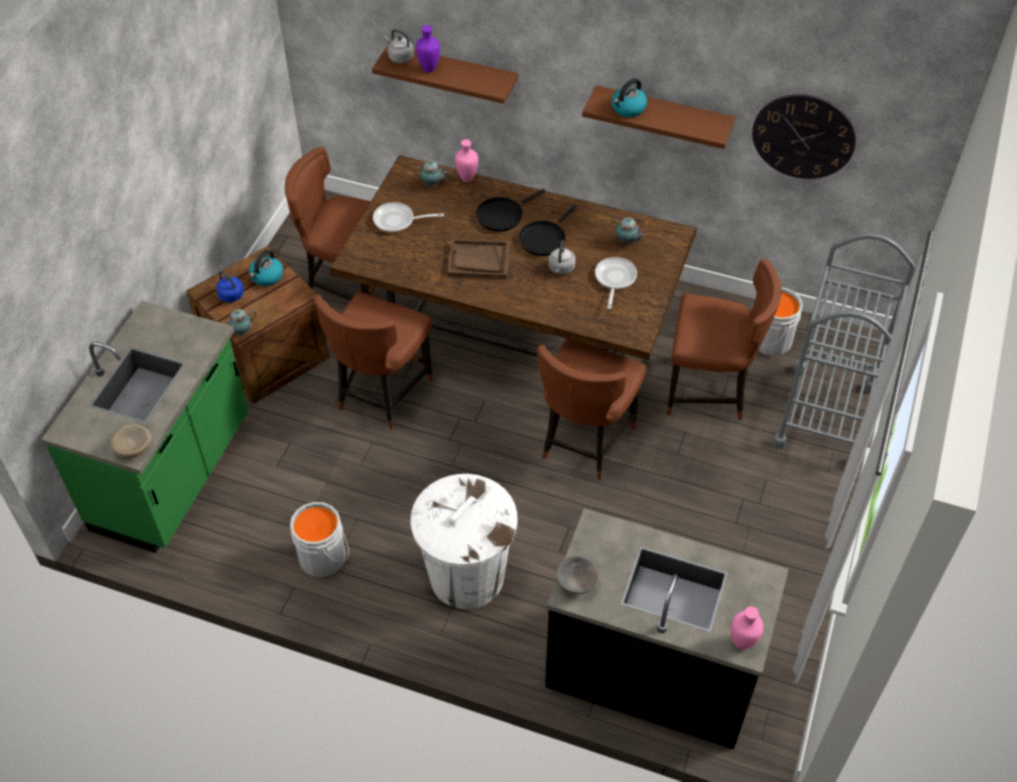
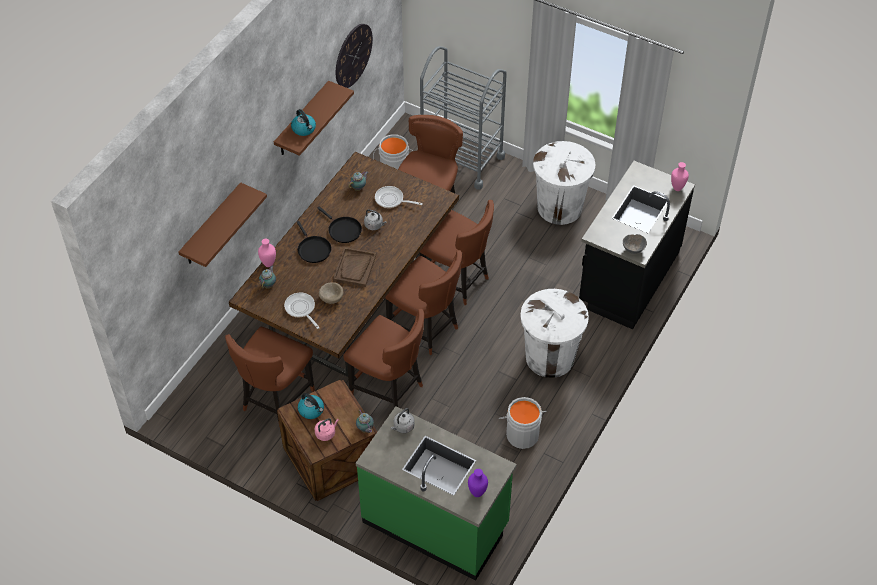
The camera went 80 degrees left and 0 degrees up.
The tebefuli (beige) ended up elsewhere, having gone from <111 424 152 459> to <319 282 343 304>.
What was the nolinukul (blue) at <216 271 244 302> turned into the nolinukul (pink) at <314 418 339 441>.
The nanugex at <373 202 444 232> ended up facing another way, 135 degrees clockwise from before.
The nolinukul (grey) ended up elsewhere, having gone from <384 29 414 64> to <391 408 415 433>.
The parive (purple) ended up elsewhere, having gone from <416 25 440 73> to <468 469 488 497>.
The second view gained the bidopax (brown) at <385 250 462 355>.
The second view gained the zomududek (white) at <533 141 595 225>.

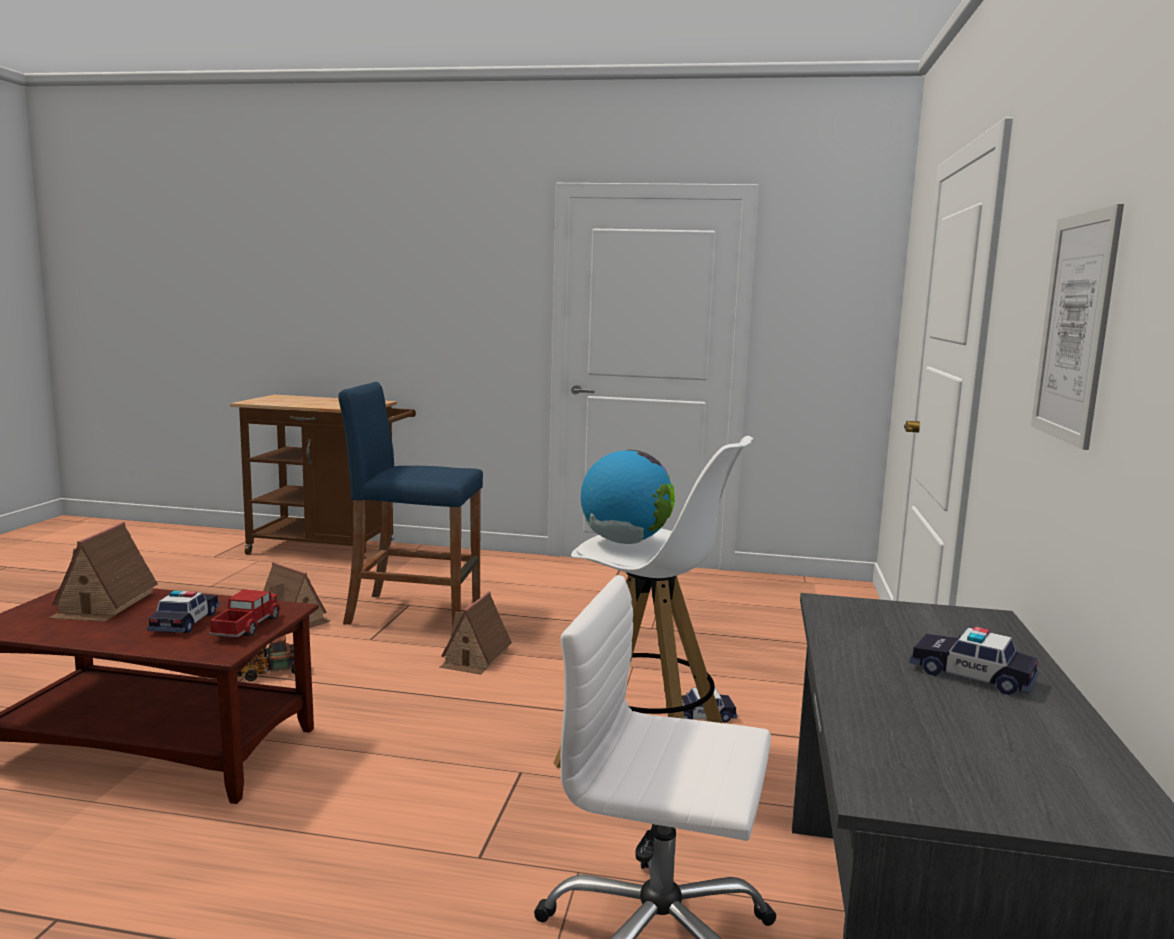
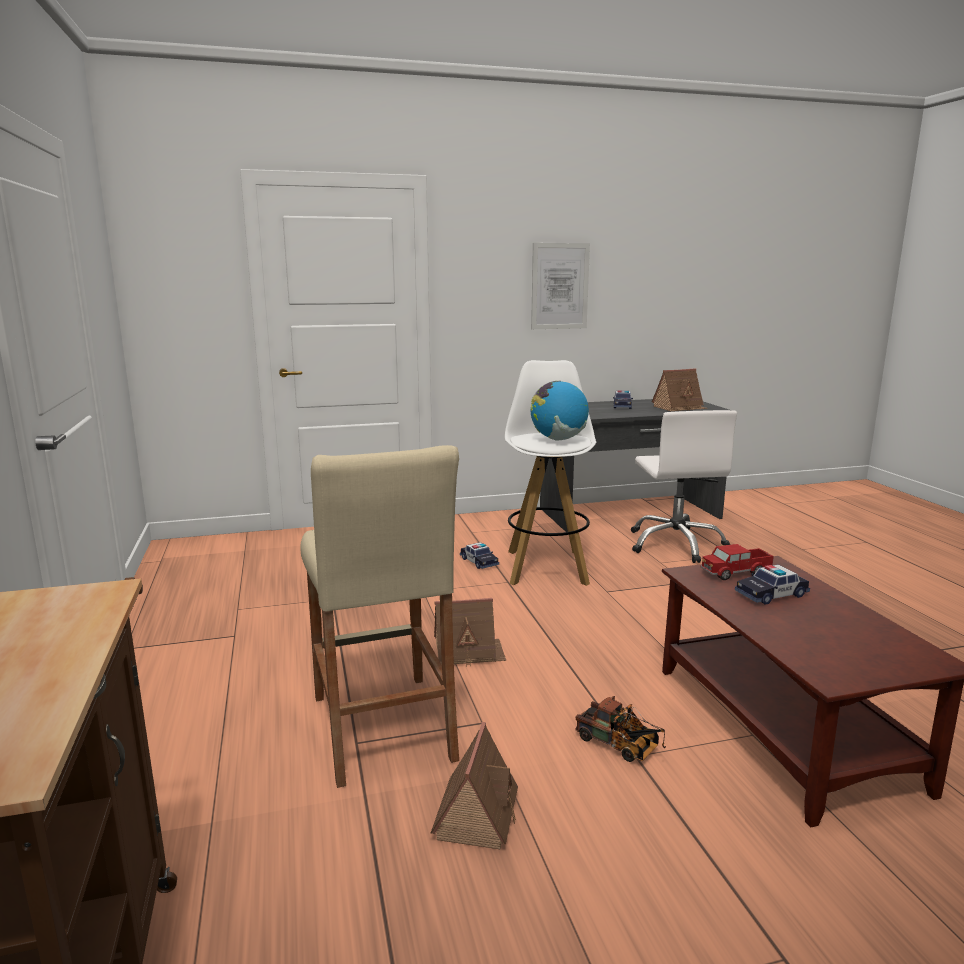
The camera went 115 degrees left and 5 degrees up.
The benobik ended up elsewhere, having gone from <49 522 158 622> to <652 368 707 412>.
What was the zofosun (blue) at <338 382 483 628> turned into the zofosun (beige) at <300 445 459 788>.

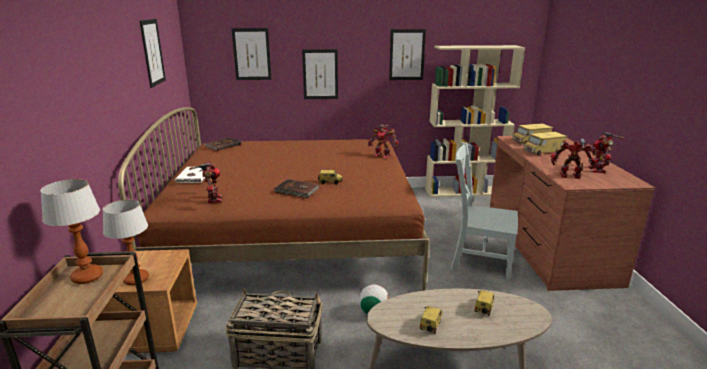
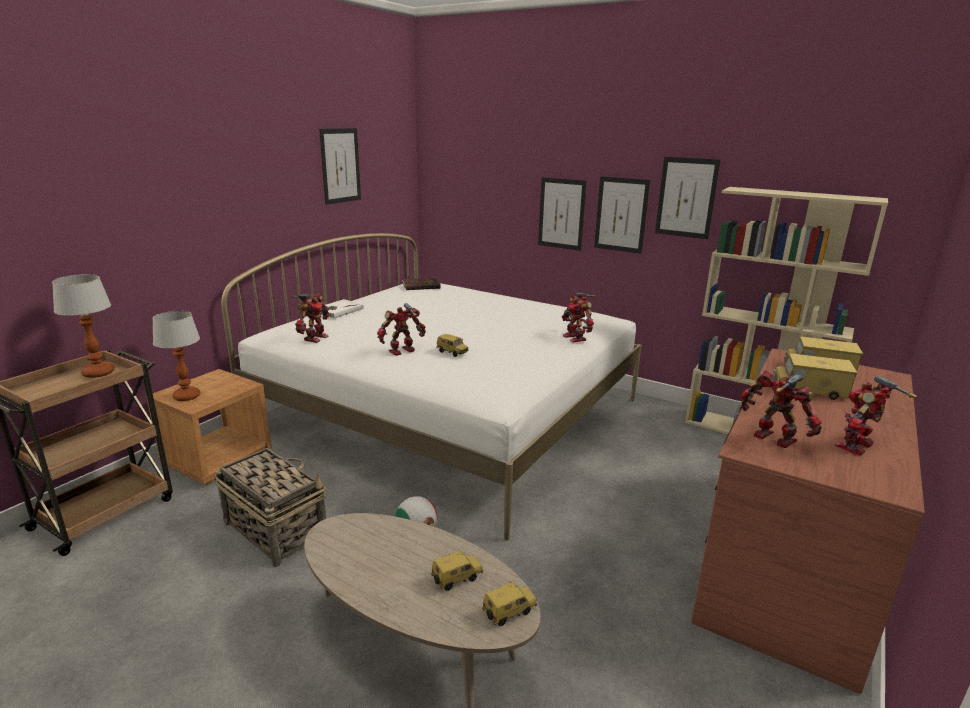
The camera went 35 degrees right and 0 degrees up.
What was the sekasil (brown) at <118 107 430 291> turned into the sekasil (white) at <221 233 642 541>.
The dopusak ended up elsewhere, having gone from <232 28 271 80> to <594 176 650 254>.
Where the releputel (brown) stood at <274 179 319 198>, the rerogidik came to stand at <377 303 426 356>.
The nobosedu ended up elsewhere, having gone from <419 306 443 334> to <482 582 537 626>.
The second view lost the bidopax (grey) at <451 142 518 280>.

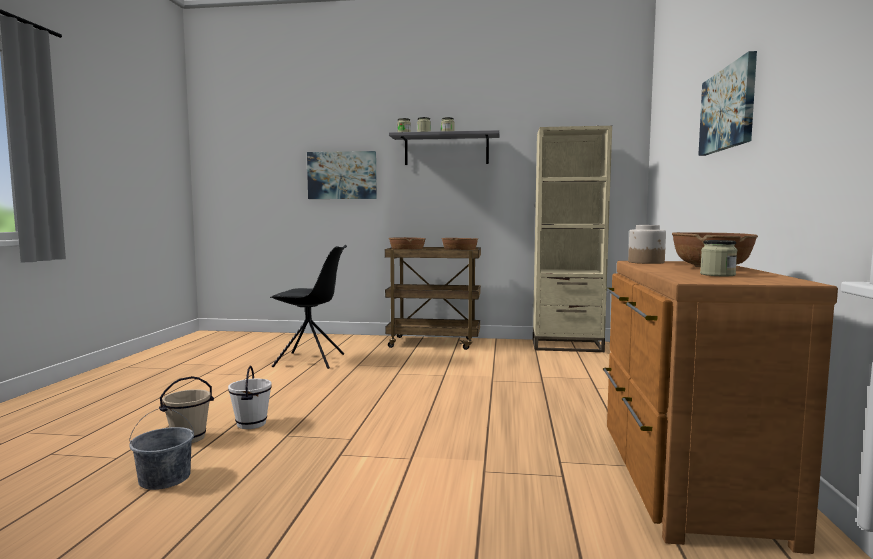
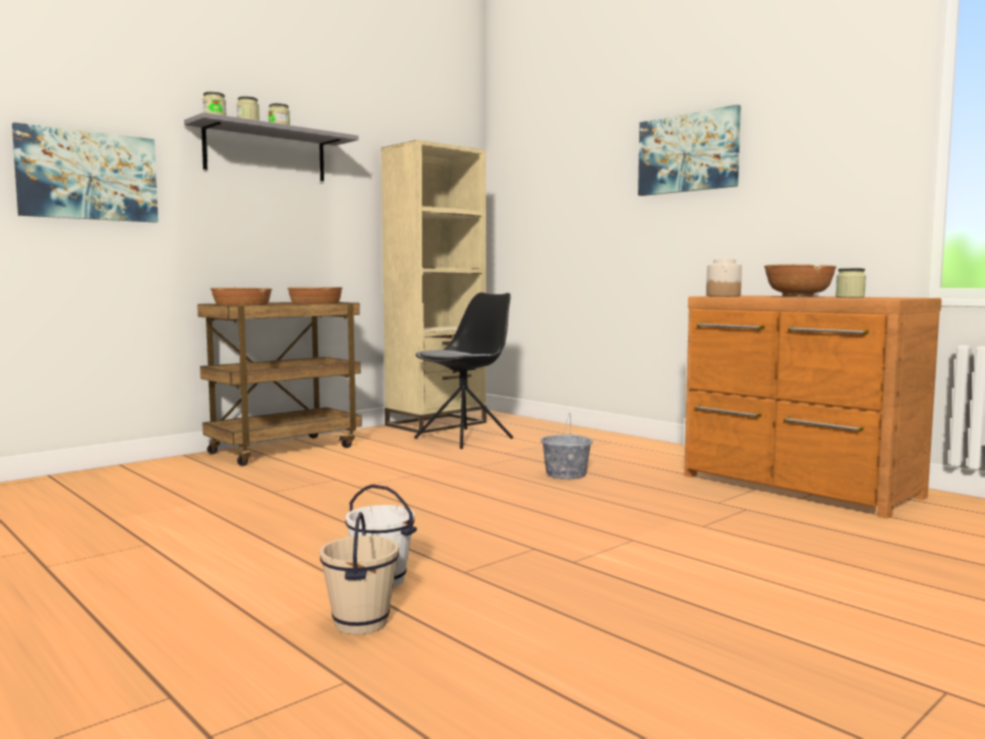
The camera went 50 degrees left and 0 degrees up.
The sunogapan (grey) ended up elsewhere, having gone from <129 408 194 490> to <541 415 593 479>.
The bidopax (black) ended up elsewhere, having gone from <270 245 347 369> to <414 292 513 449>.

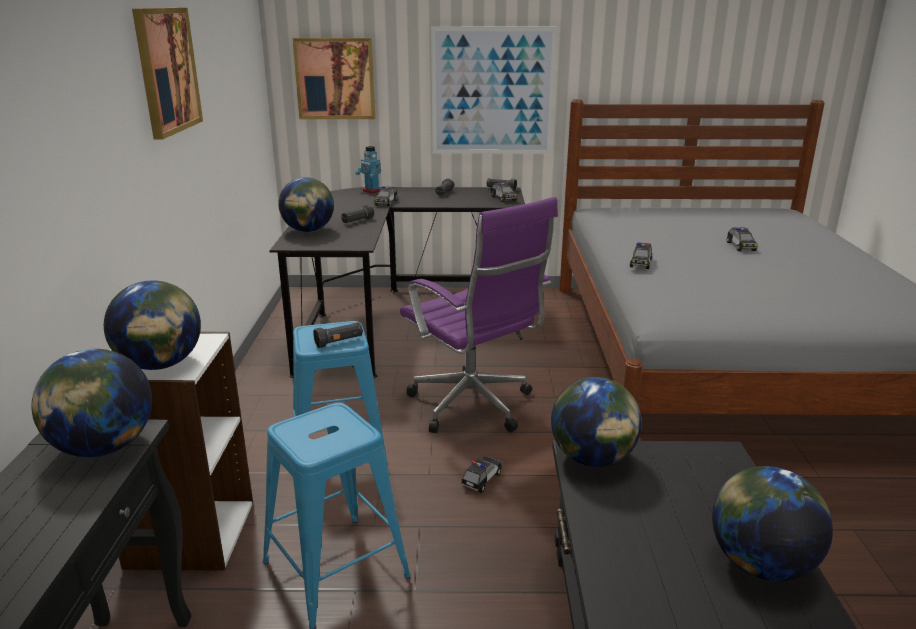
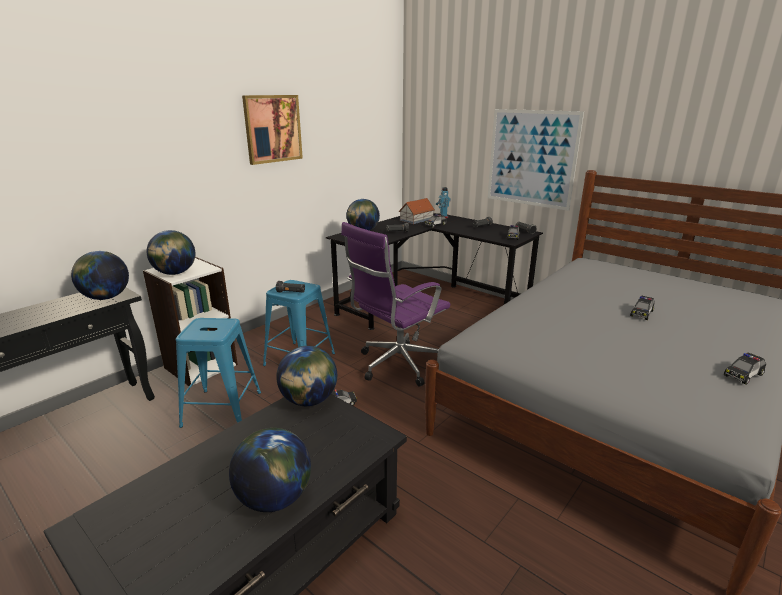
The camera went 40 degrees right and 0 degrees up.
The second view lost the dopusak at <293 38 375 119>.
The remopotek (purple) at <400 197 558 433> ended up facing another way, 45 degrees clockwise from before.
The nobosedu ended up elsewhere, having gone from <630 242 653 269> to <724 352 766 385>.
The second view gained the benobik at <399 198 435 224>.

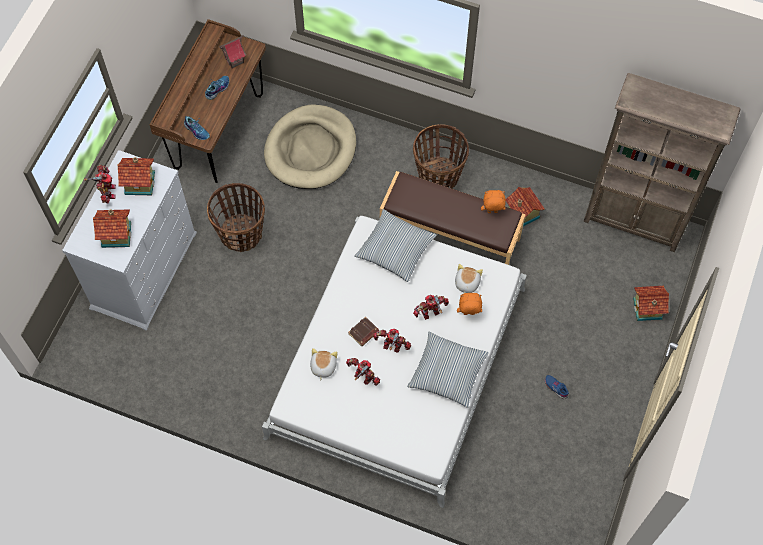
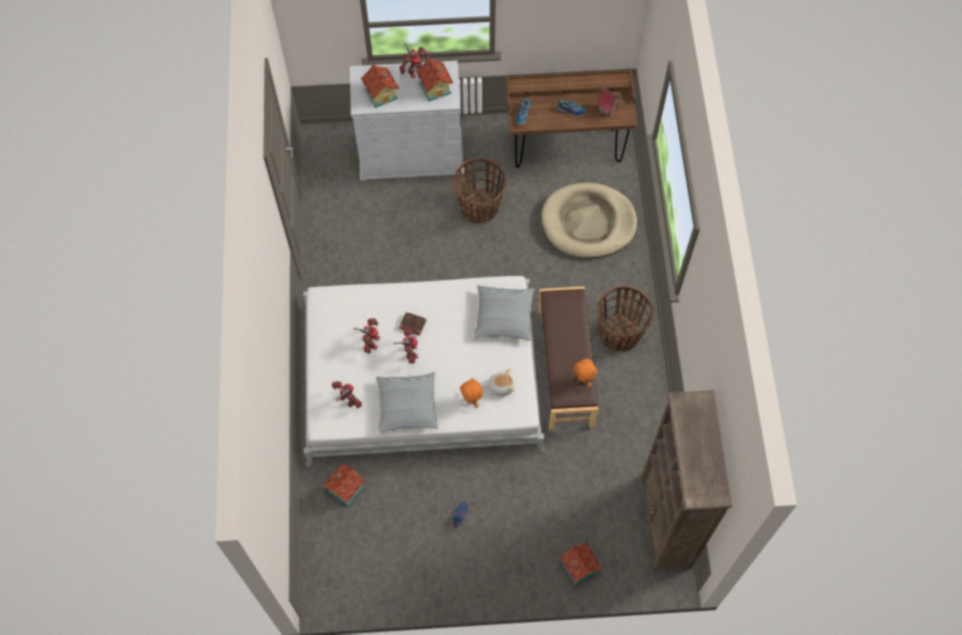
The camera went 65 degrees right and 0 degrees up.
The second view lost the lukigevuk at <310 348 337 381>.
The rerogidik ended up elsewhere, having gone from <413 295 449 320> to <332 381 362 408>.
The benobik ended up elsewhere, having gone from <506 187 545 226> to <323 464 365 507>.

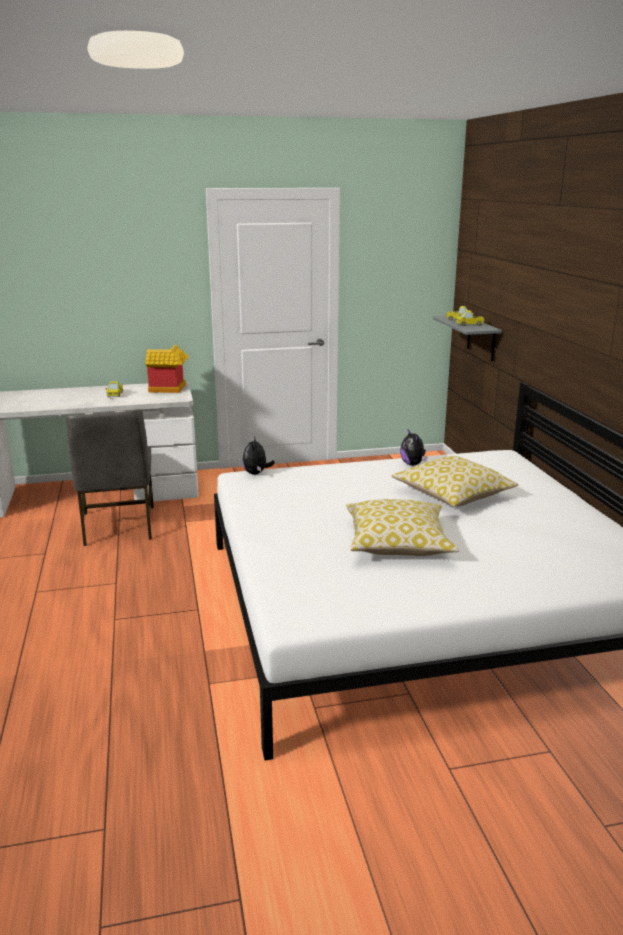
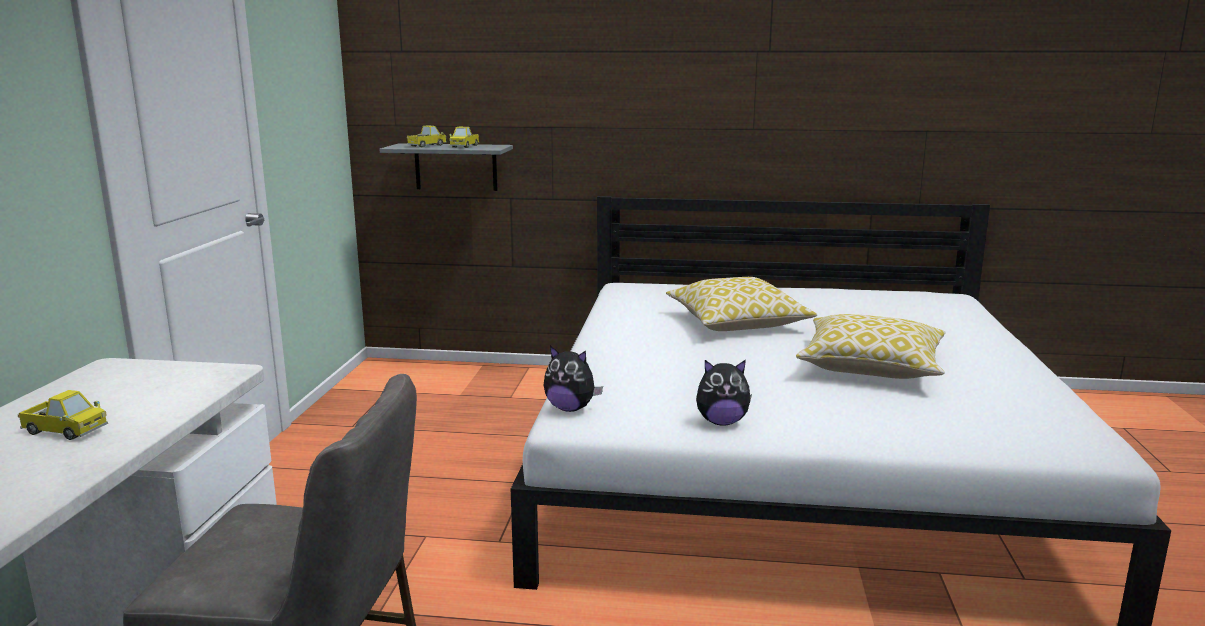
The camera went 70 degrees left and 5 degrees down.
The second view lost the benobik at <145 345 189 393>.
The lukigevuk ended up elsewhere, having gone from <400 429 427 466> to <696 360 752 426>.

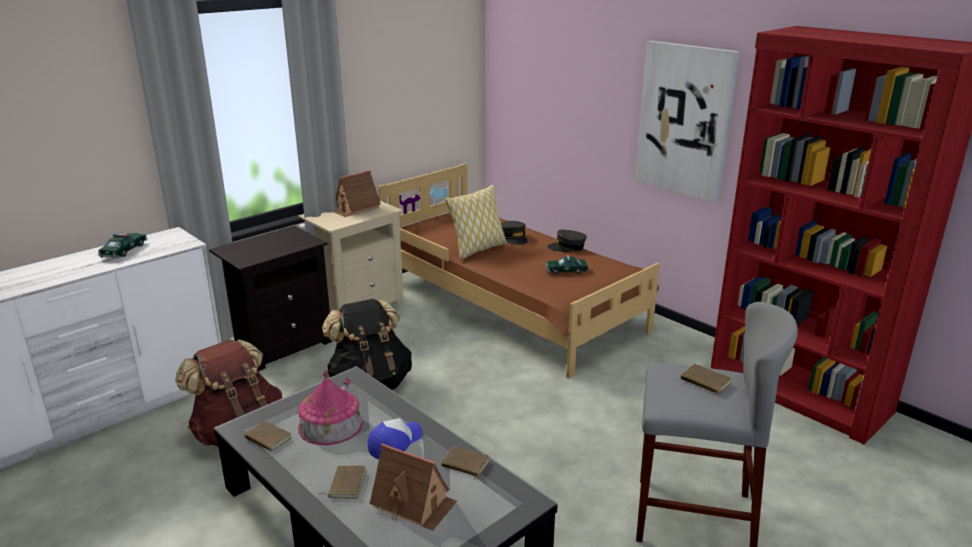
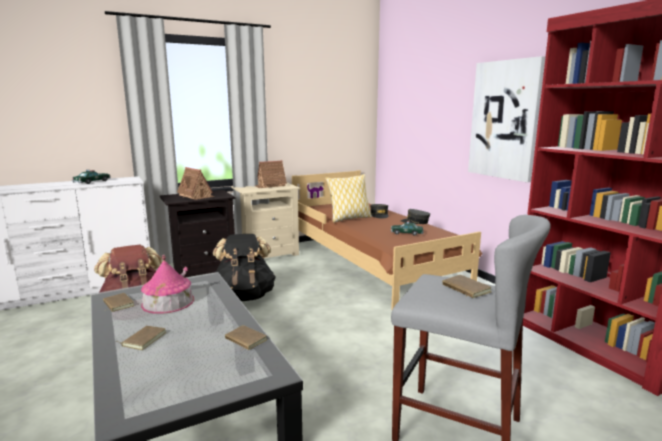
The camera went 15 degrees right and 10 degrees down.
The second view lost the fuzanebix at <368 418 423 459>.
The benobik ended up elsewhere, having gone from <369 443 457 531> to <177 167 214 200>.

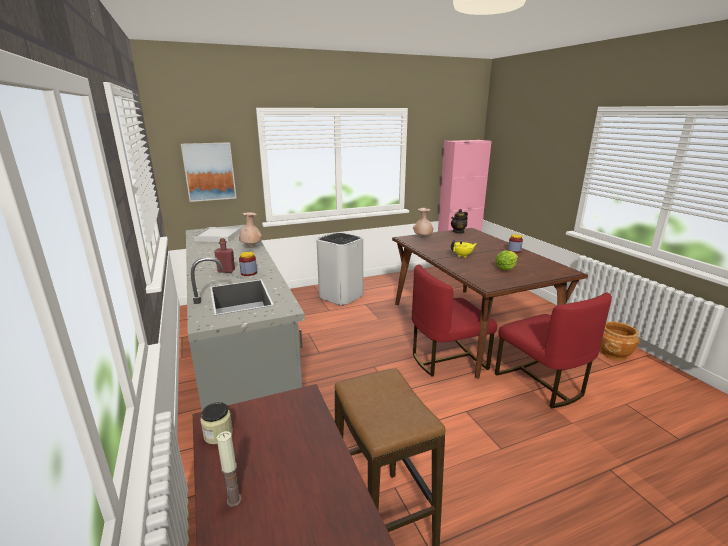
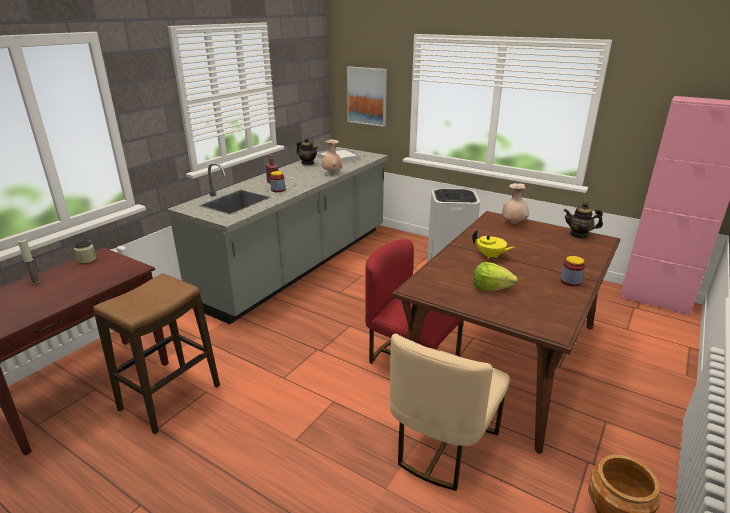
The camera went 55 degrees right and 5 degrees up.
What was the bidopax (red) at <495 292 612 408> turned into the bidopax (beige) at <390 334 510 491>.
The second view gained the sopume at <297 138 318 165>.

